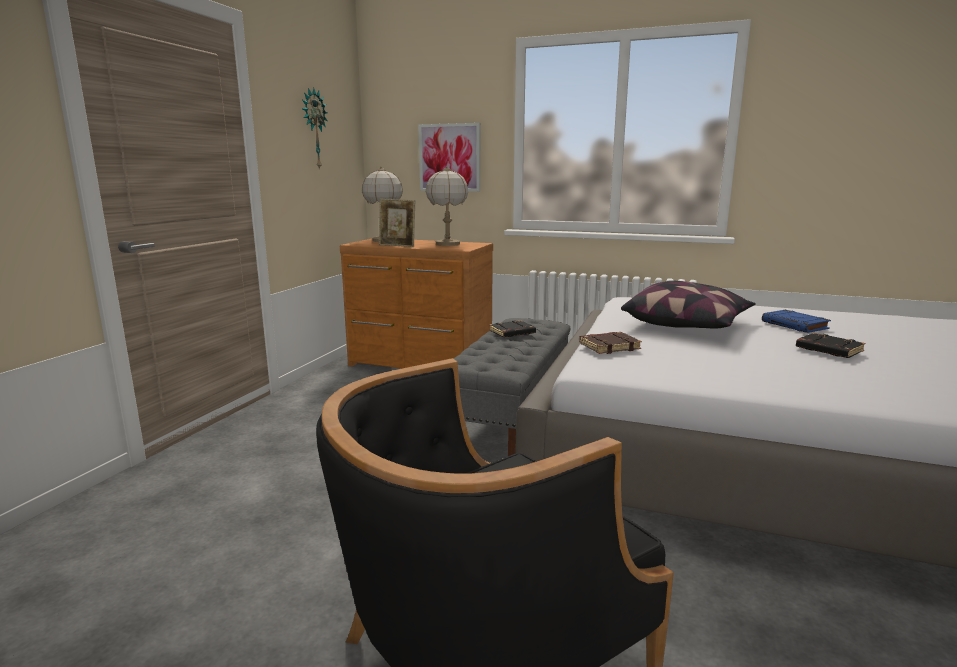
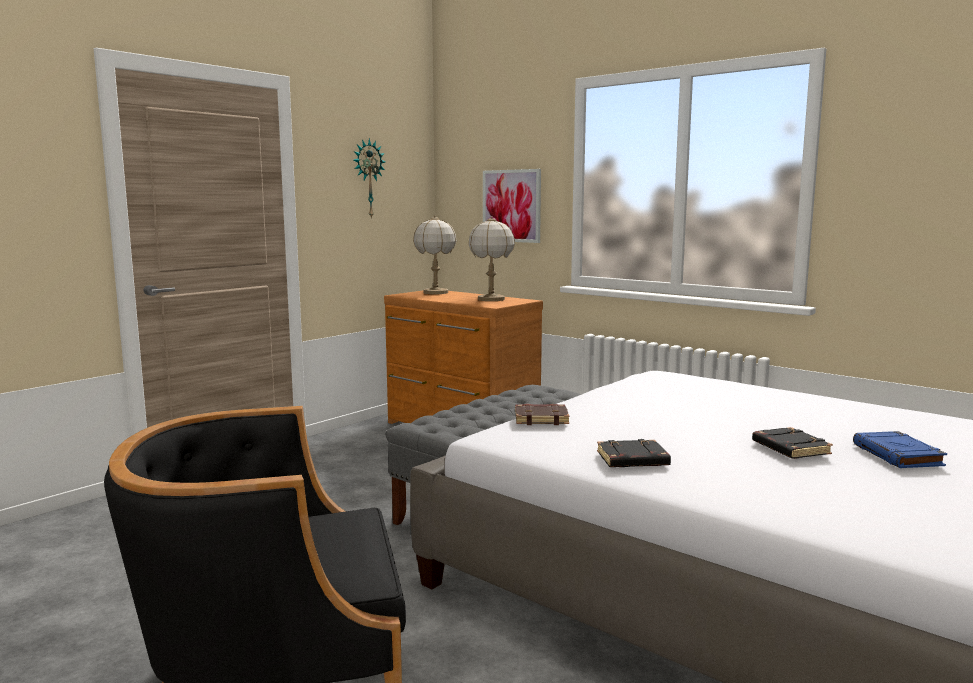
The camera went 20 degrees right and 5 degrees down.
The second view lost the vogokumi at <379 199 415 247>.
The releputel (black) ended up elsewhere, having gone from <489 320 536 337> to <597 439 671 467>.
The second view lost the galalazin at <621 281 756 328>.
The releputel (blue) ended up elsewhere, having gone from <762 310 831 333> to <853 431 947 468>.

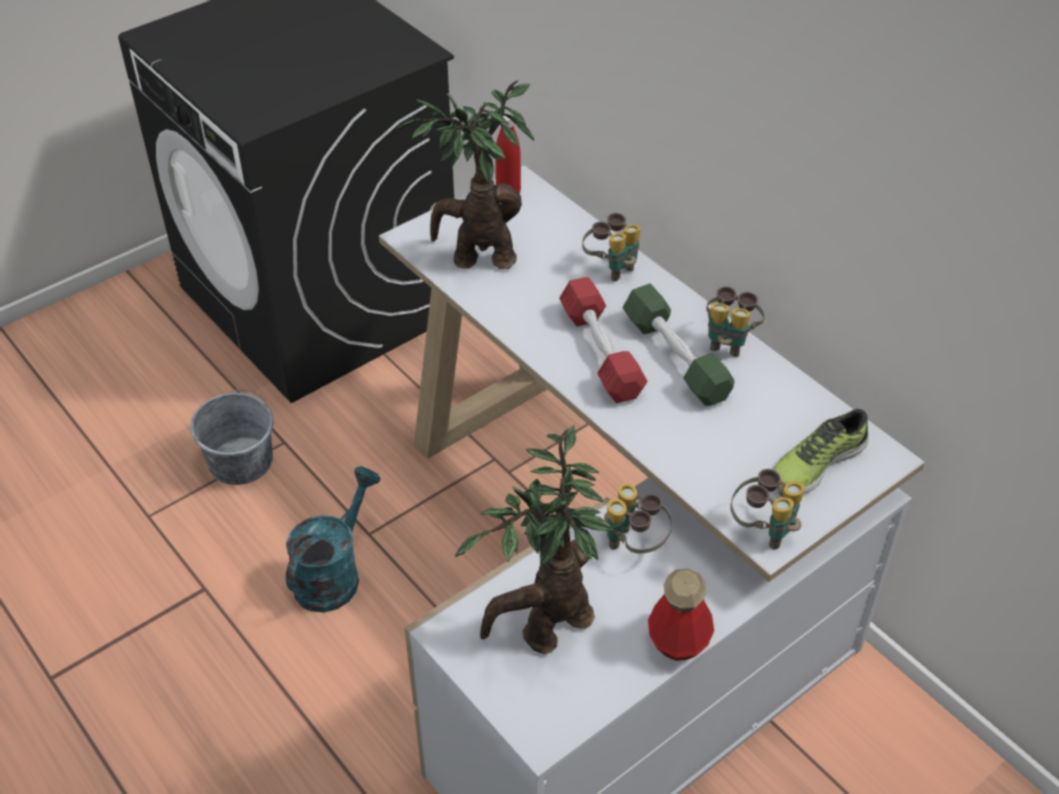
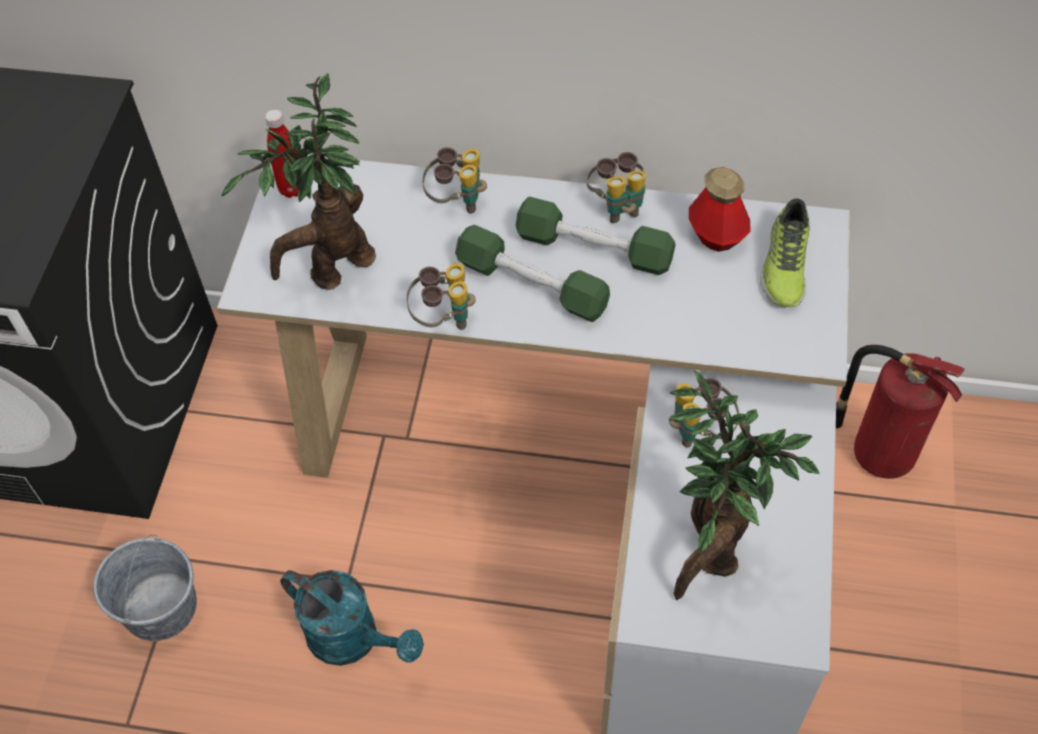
The camera went 40 degrees left and 10 degrees up.
The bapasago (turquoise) at <286 466 381 612> ended up facing another way, 135 degrees clockwise from before.
What was the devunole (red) at <559 277 647 403> turned into the devunole (green) at <455 225 610 322>.
The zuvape ended up elsewhere, having gone from <648 569 714 661> to <689 167 751 252>.
The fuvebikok ended up elsewhere, having gone from <730 469 805 550> to <406 263 476 330>.
The second view gained the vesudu at <836 345 965 479>.

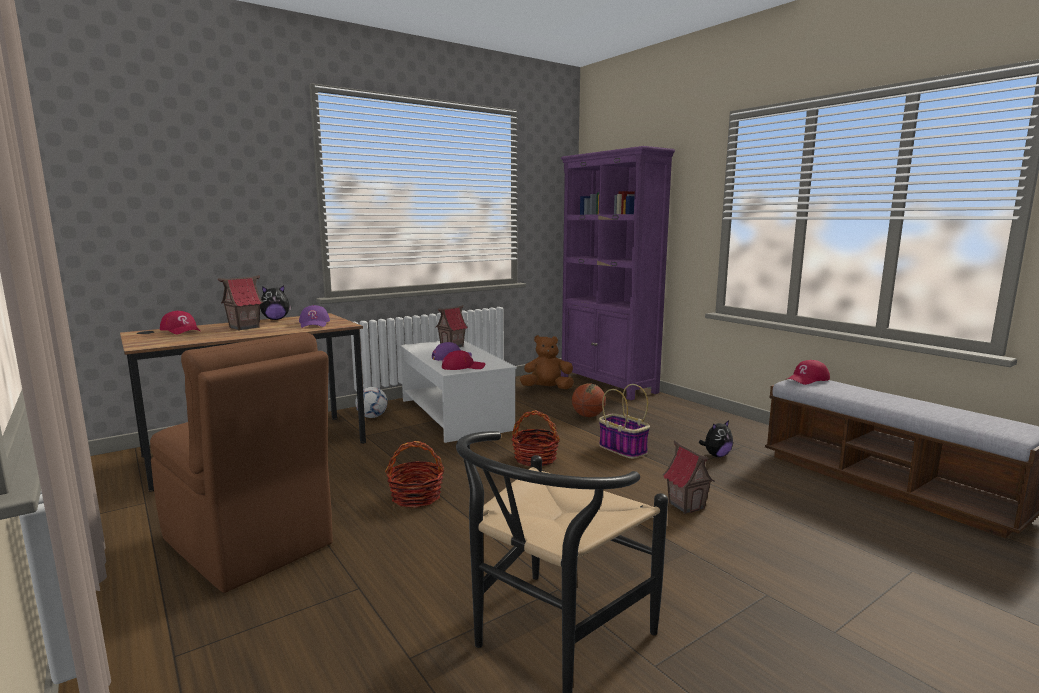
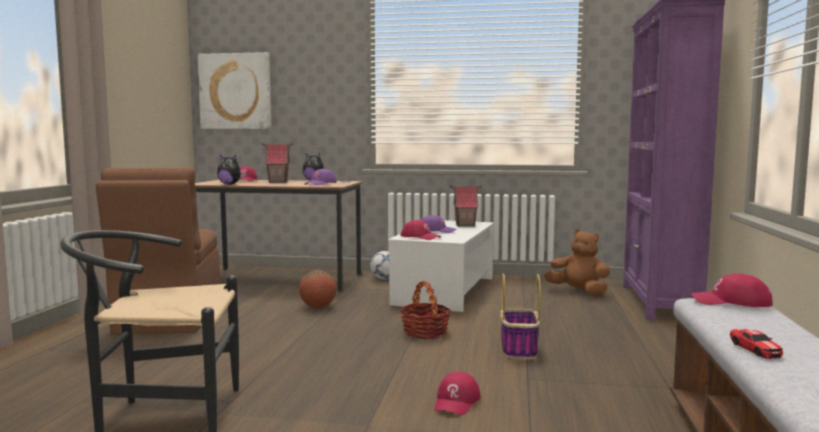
The camera went 45 degrees right and 5 degrees down.
The second view lost the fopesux at <385 441 444 508>.
The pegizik ended up elsewhere, having gone from <572 383 606 417> to <299 271 337 308>.
Where the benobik stood at <662 440 715 514>, the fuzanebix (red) came to stand at <434 372 481 415>.
The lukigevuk ended up elsewhere, having gone from <699 420 733 457> to <217 155 245 185>.
The second view gained the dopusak at <197 52 271 129>.
The second view gained the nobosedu at <730 329 783 359>.

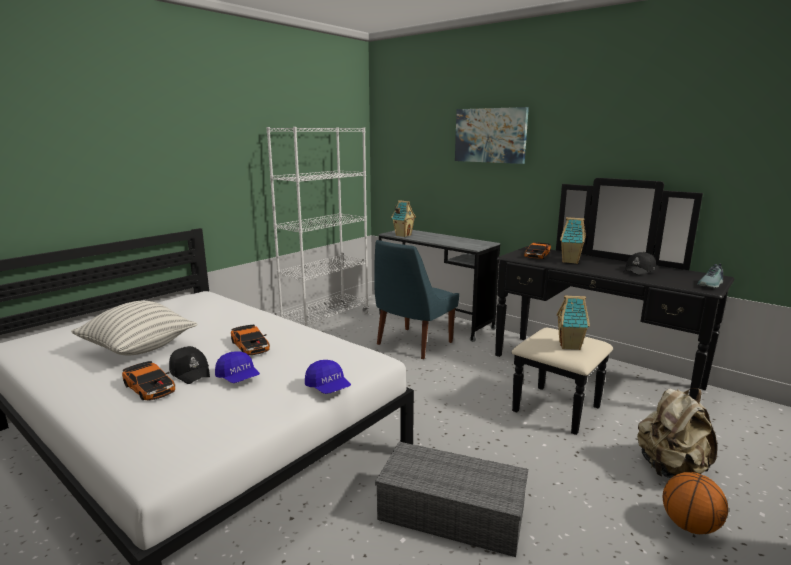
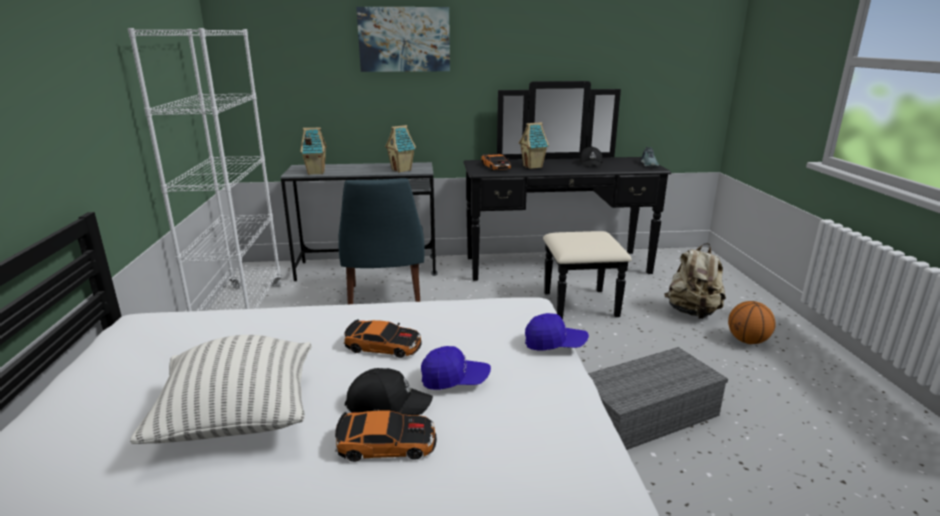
The camera went 45 degrees left and 5 degrees up.
The benobik ended up elsewhere, having gone from <557 295 590 350> to <385 125 416 173>.

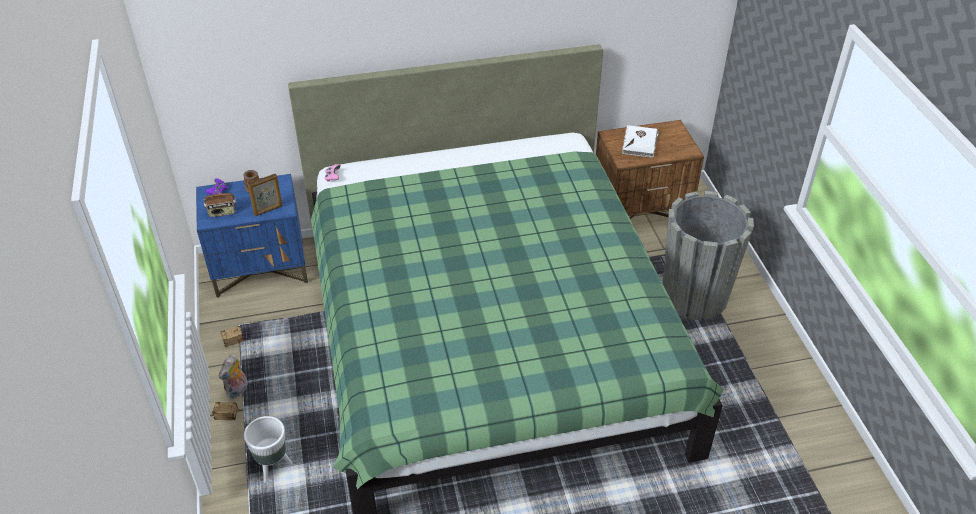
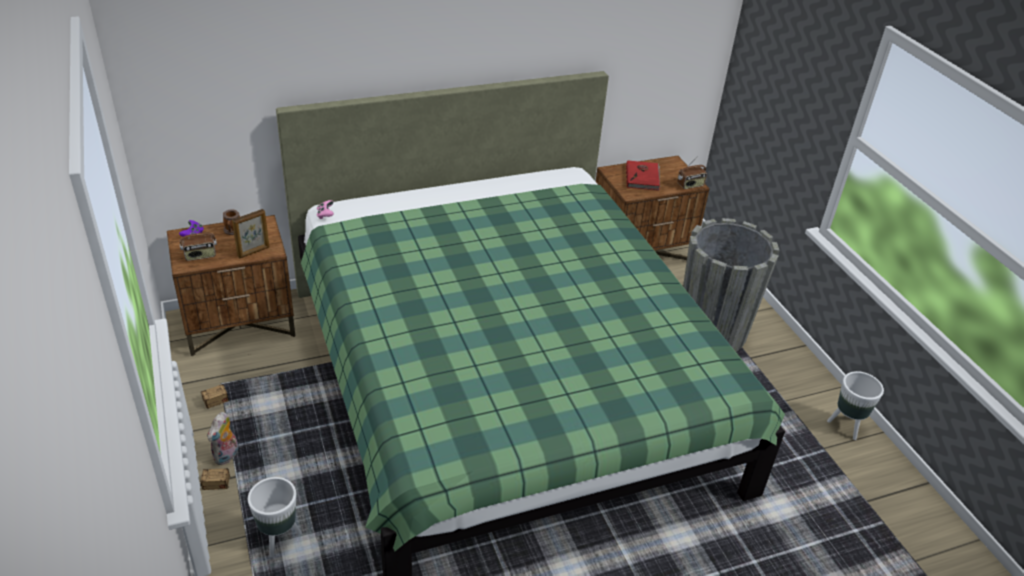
The camera went 10 degrees left and 5 degrees down.
What was the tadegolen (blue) at <196 174 308 298> turned into the tadegolen (brown) at <167 215 296 356>.
What was the releputel (white) at <622 125 659 158> turned into the releputel (red) at <626 160 660 191>.
The second view gained the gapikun at <677 156 707 189>.
The second view gained the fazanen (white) at <827 371 884 440>.

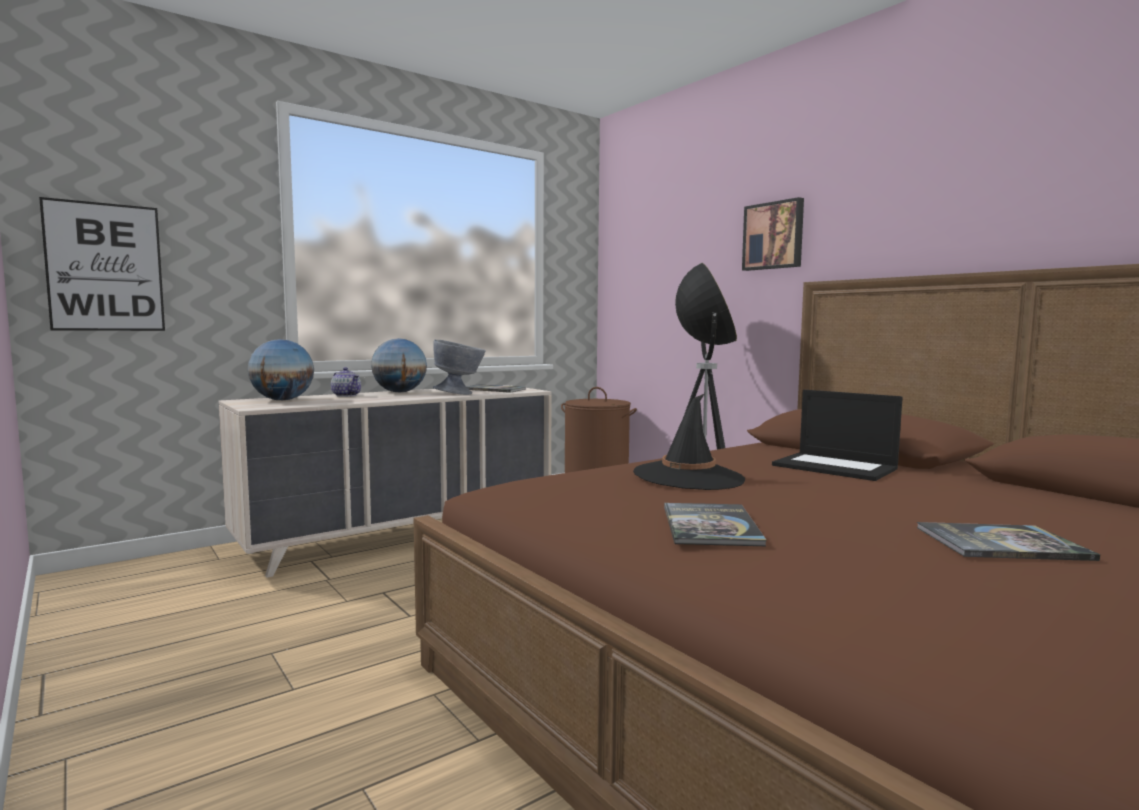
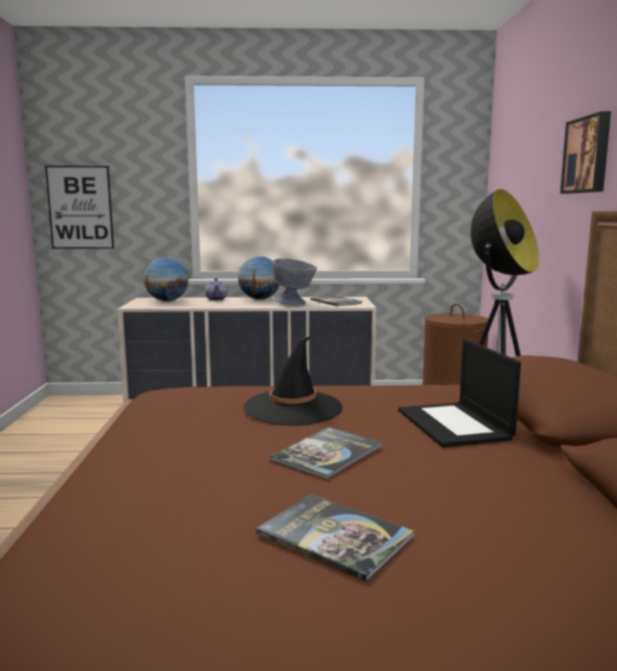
The camera went 35 degrees right and 5 degrees up.
The releputel ended up elsewhere, having gone from <664 503 767 546> to <270 427 382 480>.

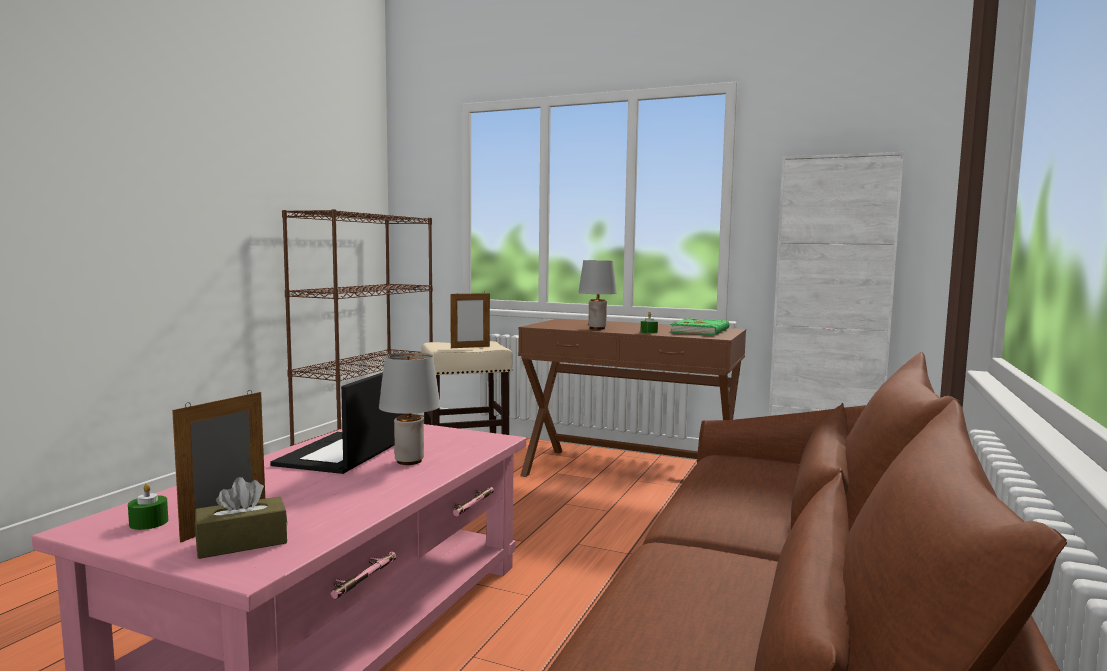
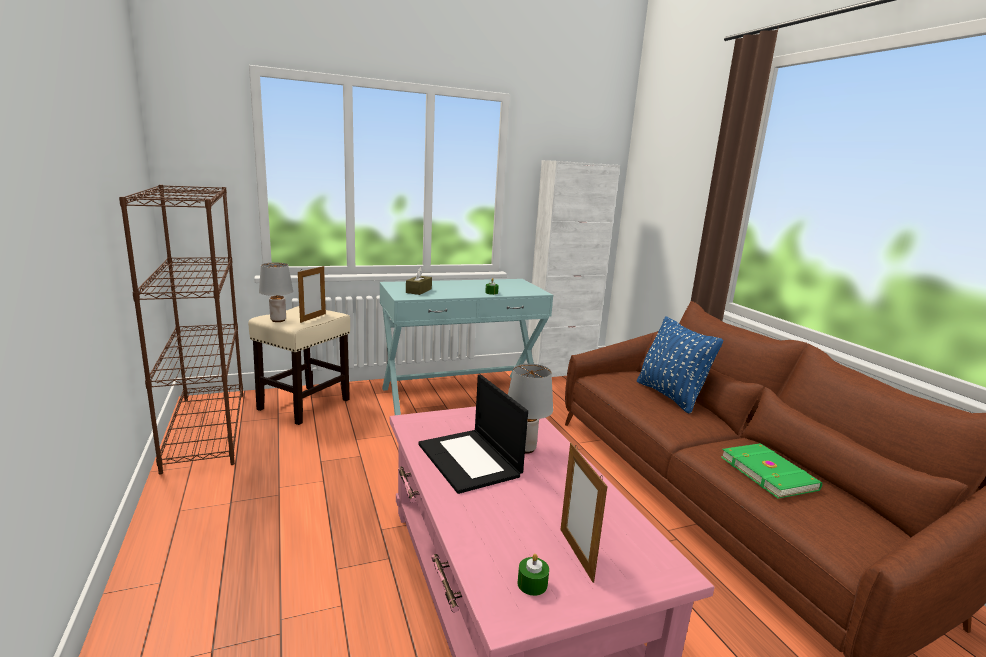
The camera went 45 degrees left and 10 degrees up.
The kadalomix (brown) ended up elsewhere, having gone from <195 477 287 559> to <406 267 432 295>.
What was the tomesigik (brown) at <518 319 746 477> turned into the tomesigik (turquoise) at <380 279 553 415>.
The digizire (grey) ended up elsewhere, having gone from <578 260 617 330> to <259 263 293 322>.
The releputel (green) ended up elsewhere, having gone from <670 318 729 335> to <721 443 822 499>.
The second view gained the galalazin (blue) at <637 317 723 414>.

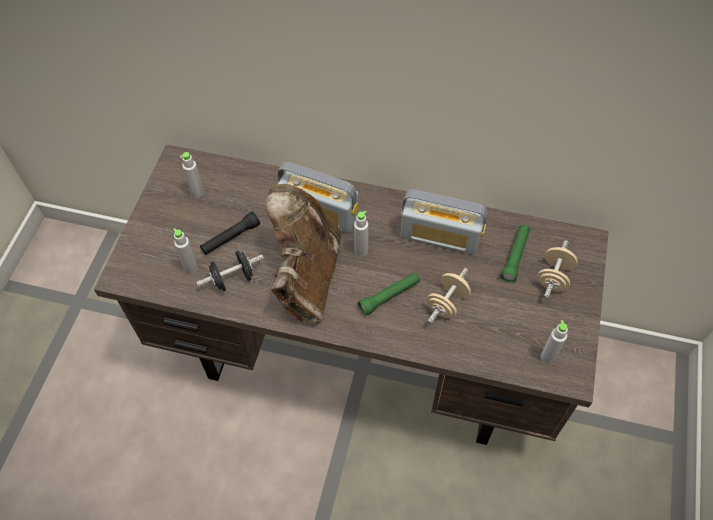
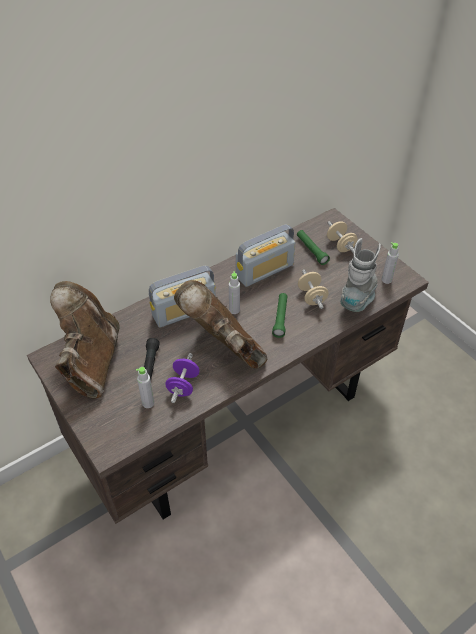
The camera went 50 degrees left and 10 degrees down.
Where the zuvape (grey) stood at <180 152 204 198>, the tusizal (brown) came to stand at <50 281 120 398>.
What was the devunole (black) at <197 250 264 292> turned into the devunole (purple) at <165 353 199 403>.
The second view gained the tusizal (grey) at <340 238 381 312>.

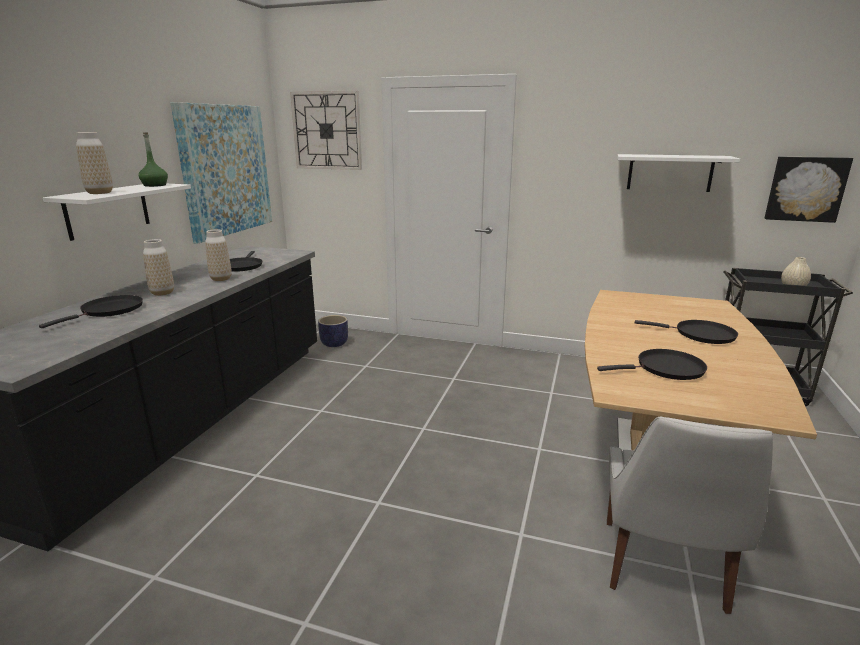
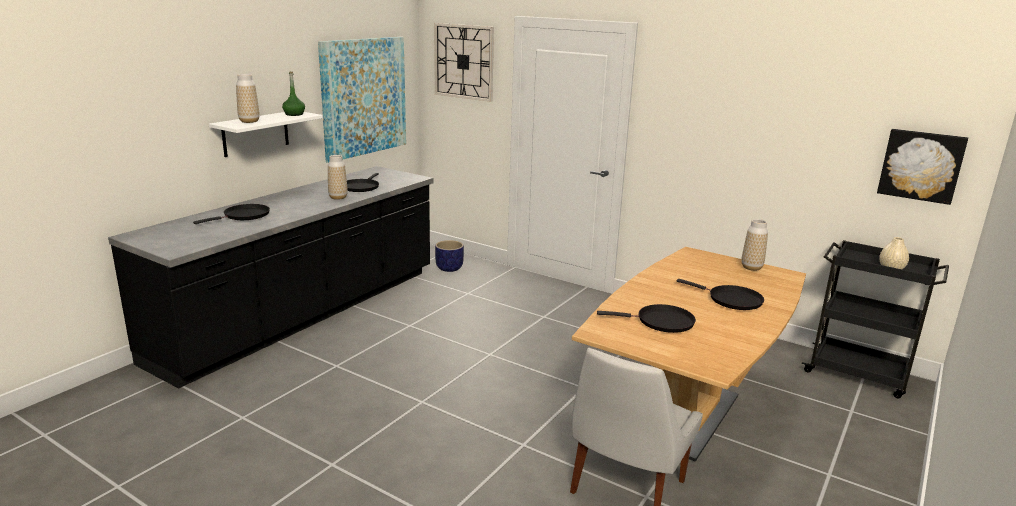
The camera went 15 degrees right and 0 degrees up.
The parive ended up elsewhere, having gone from <143 239 174 296> to <741 219 768 271>.
The second view lost the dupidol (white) at <617 154 740 192>.

